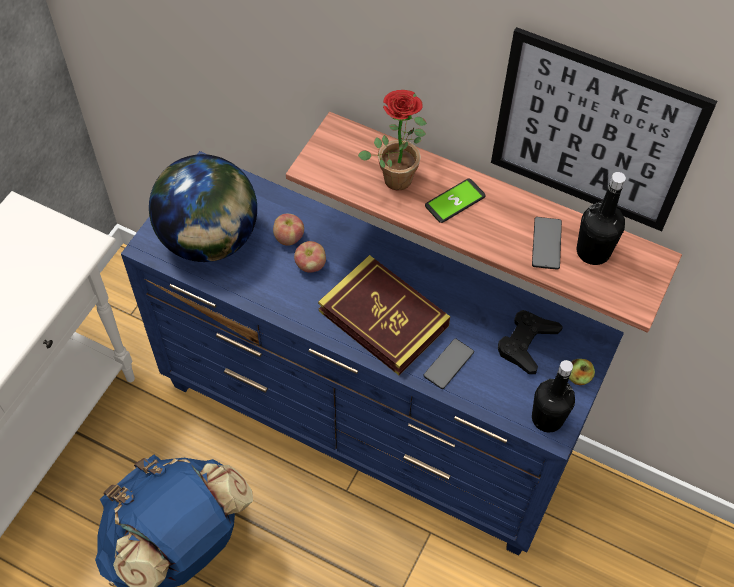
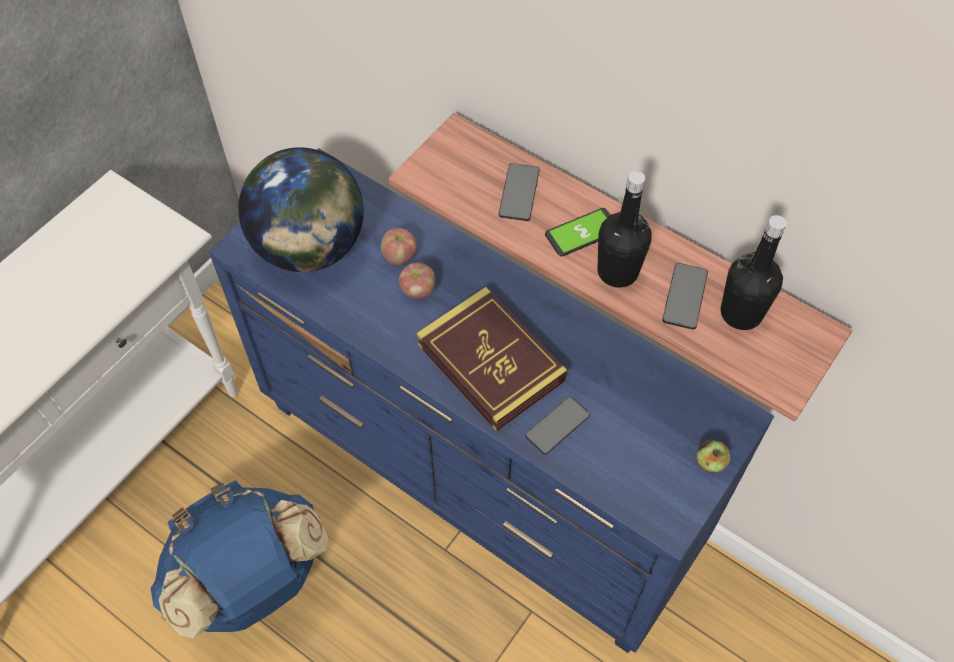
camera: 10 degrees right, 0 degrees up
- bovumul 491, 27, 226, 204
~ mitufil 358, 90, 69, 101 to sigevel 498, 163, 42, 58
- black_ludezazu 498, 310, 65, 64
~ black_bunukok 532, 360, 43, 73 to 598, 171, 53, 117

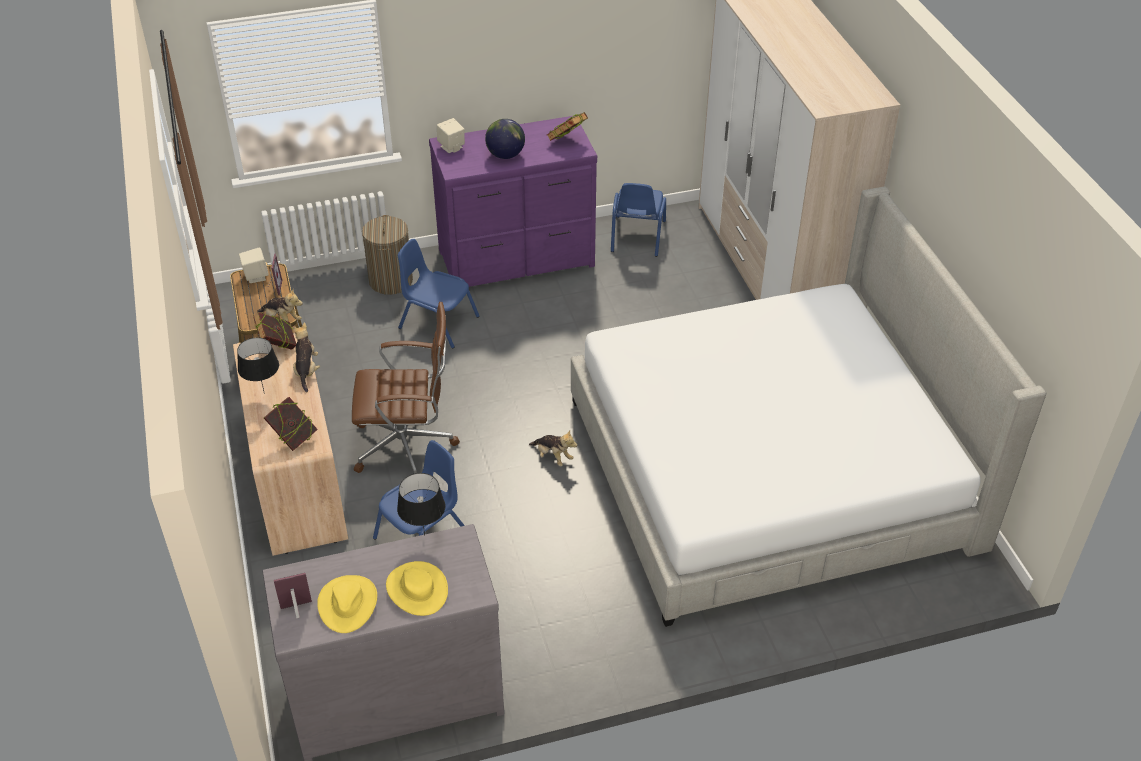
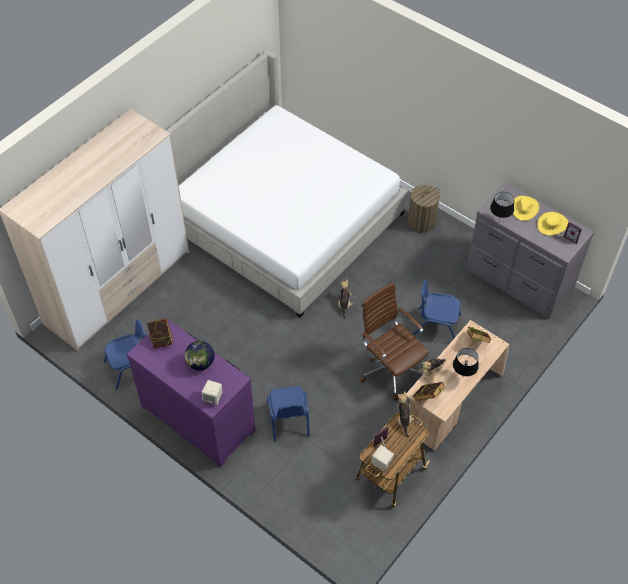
camera: 125 degrees left, 10 degrees up
~ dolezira 362, 215, 51, 80 to 408, 185, 32, 48

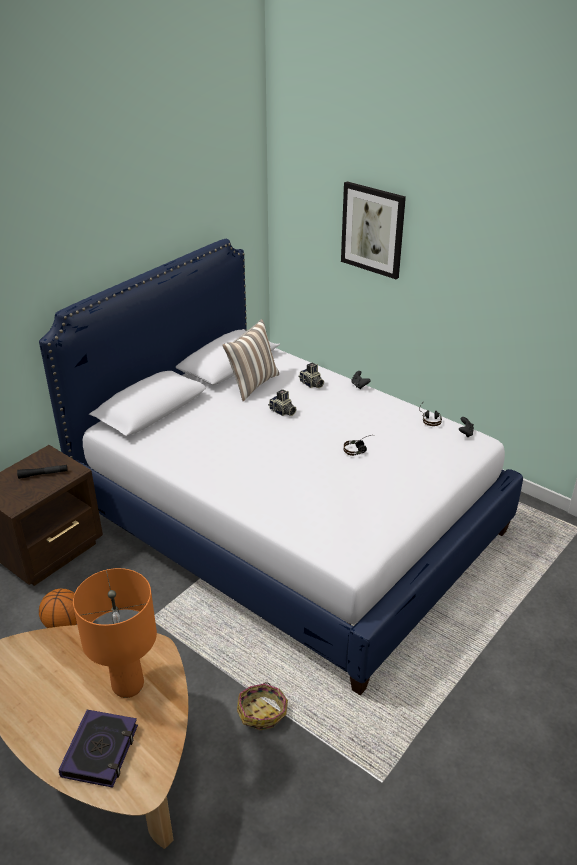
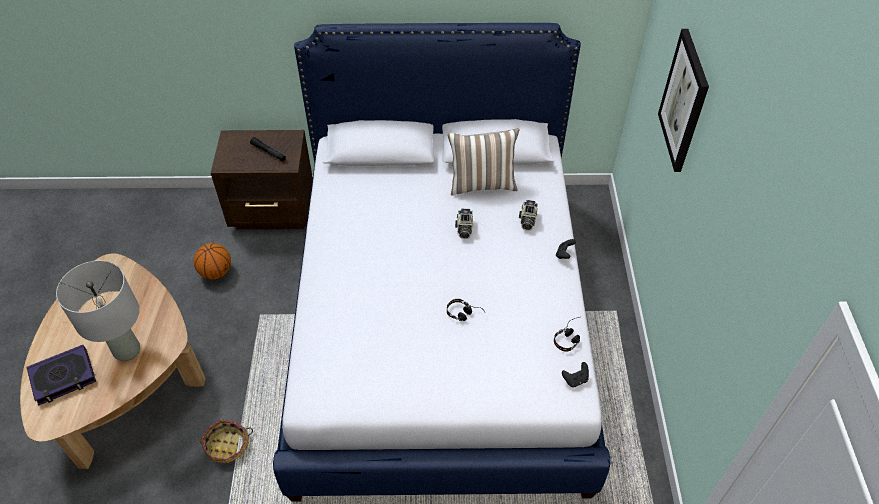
camera: 50 degrees right, 15 degrees up
~ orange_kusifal 73, 568, 84, 130 to grey_kusifal 56, 260, 84, 101

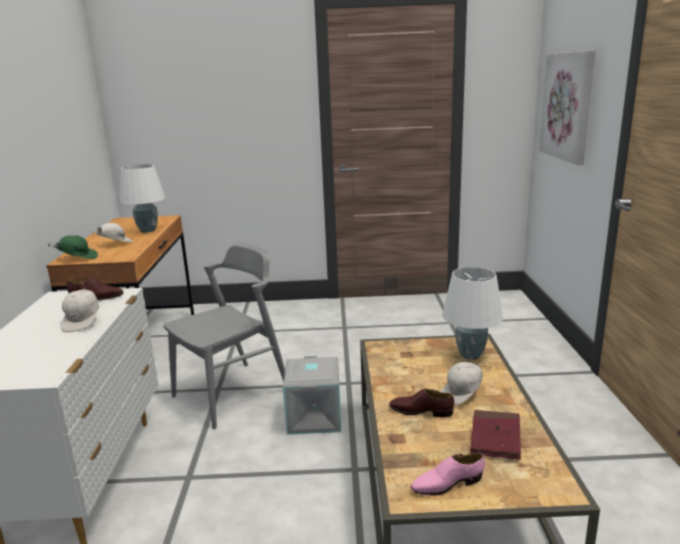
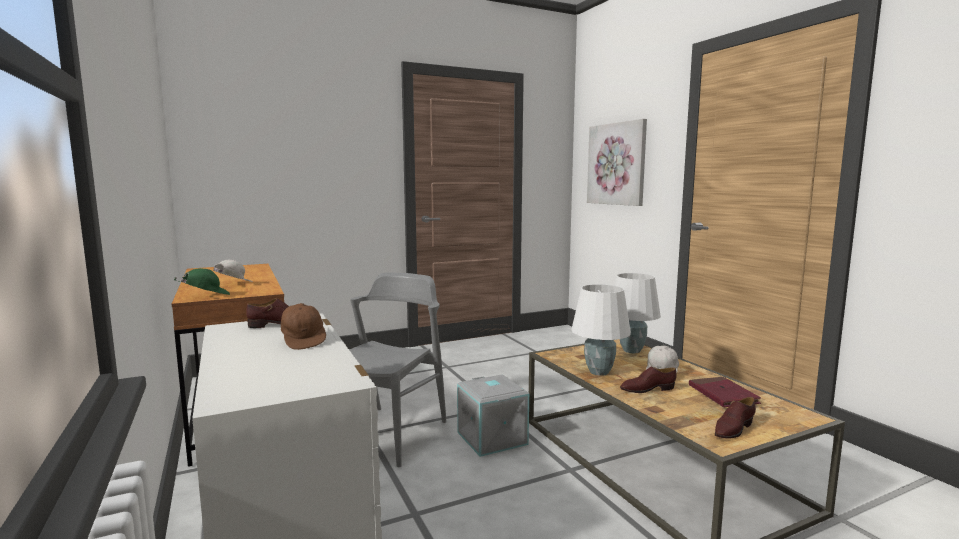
camera: 25 degrees left, 10 degrees down
~ white_kusifal 120, 164, 45, 69 to 571, 285, 60, 91
~ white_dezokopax 61, 288, 38, 44 to brown_dezokopax 281, 303, 45, 47
~ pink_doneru 411, 453, 74, 43 to brown_doneru 715, 397, 41, 42

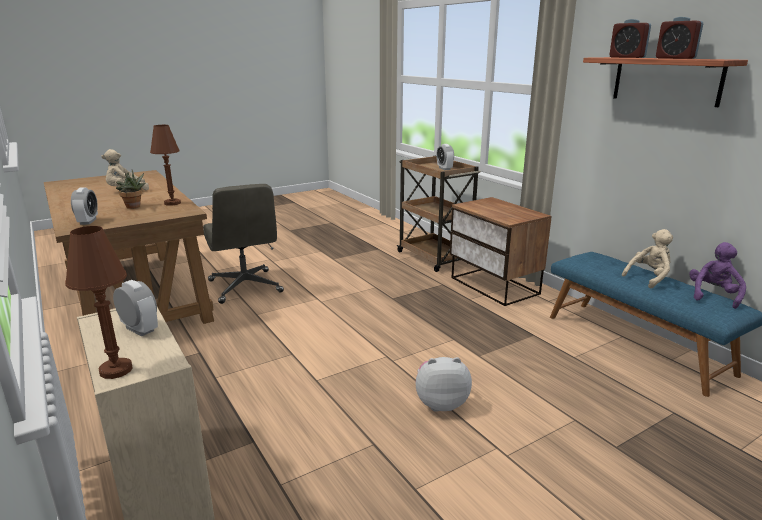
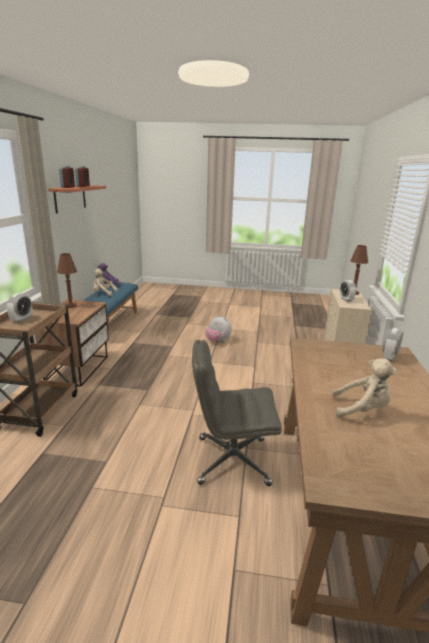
camera: 140 degrees left, 0 degrees up
~ brown_kusifal 150, 125, 31, 81 to 57, 253, 20, 55
- mitufil 116, 170, 30, 39
~ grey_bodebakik 203, 184, 81, 120 = 192, 340, 90, 146 105 degrees counterclockwise

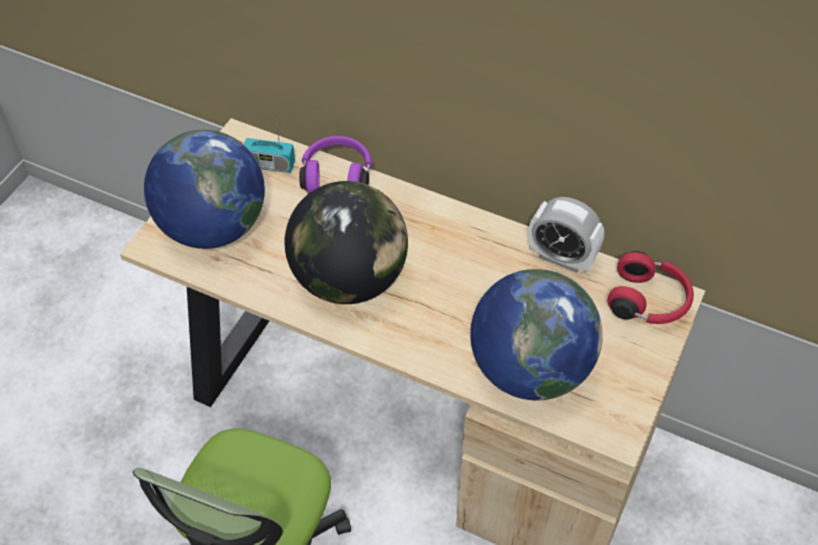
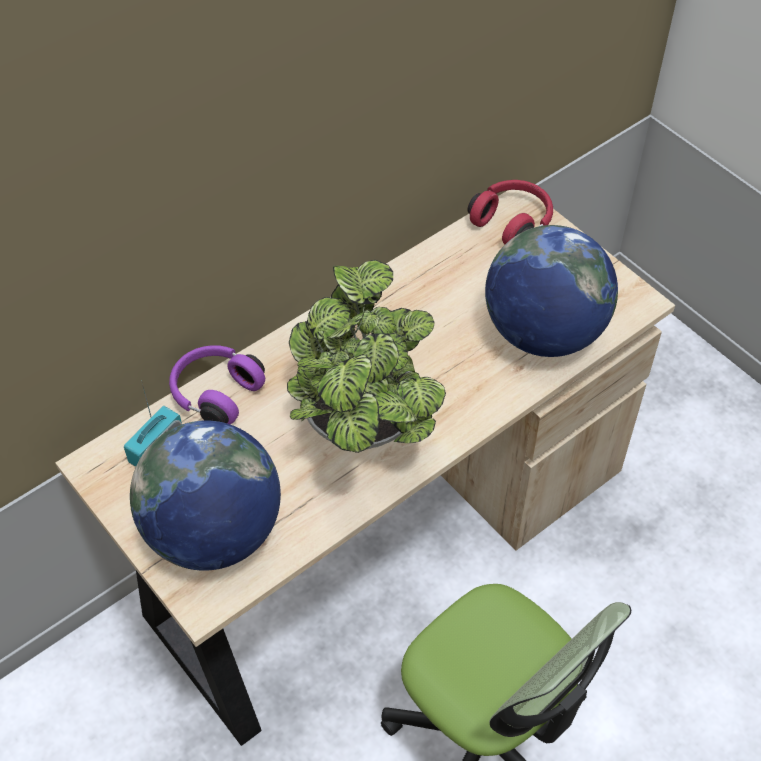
camera: 65 degrees left, 0 degrees up
~ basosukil 284, 181, 124, 123 to mitufil 287, 260, 159, 193
- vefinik 528, 197, 76, 76

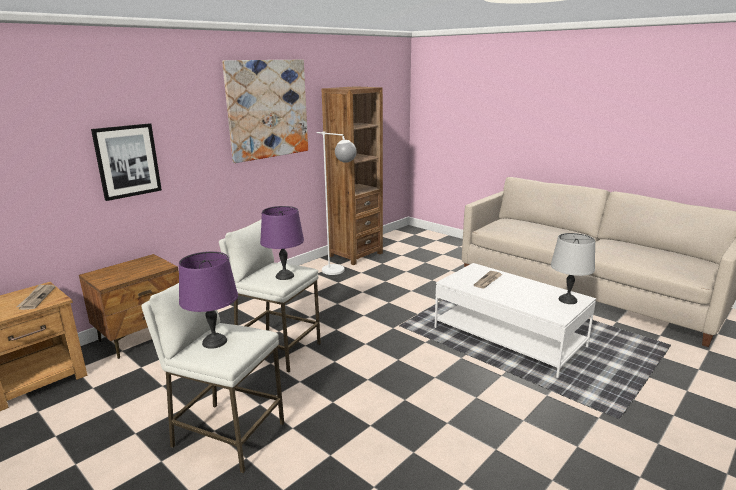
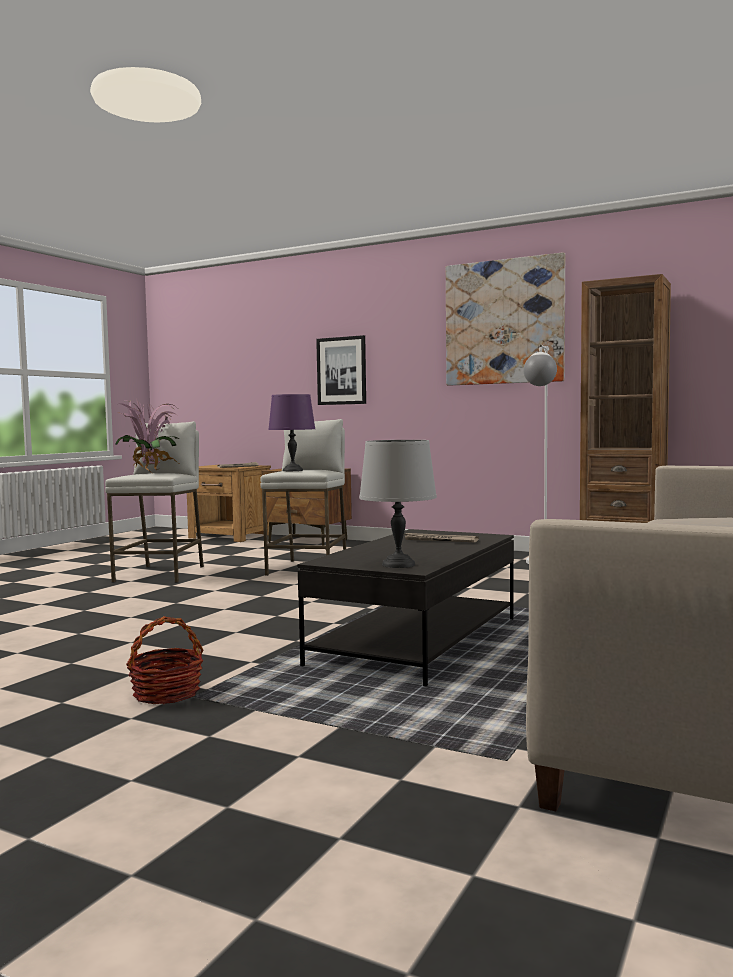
camera: 75 degrees right, 15 degrees down
~ purple_kusifal 179, 251, 59, 98 to mitufil 115, 398, 65, 75
~ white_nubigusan 434, 263, 162, 115 to black_nubigusan 297, 529, 217, 157
+ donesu 126, 616, 78, 88

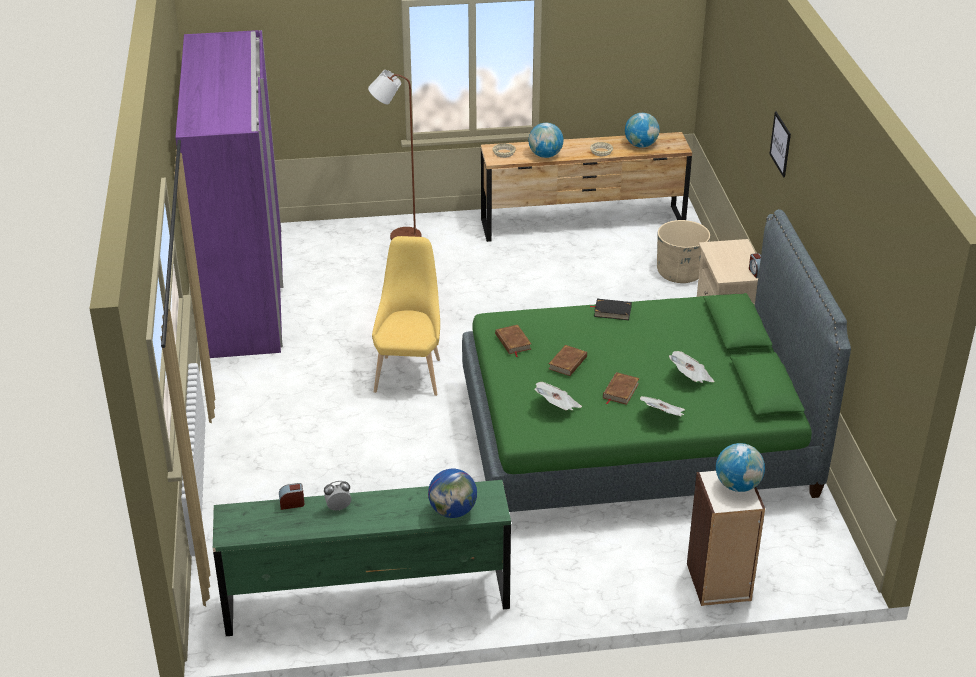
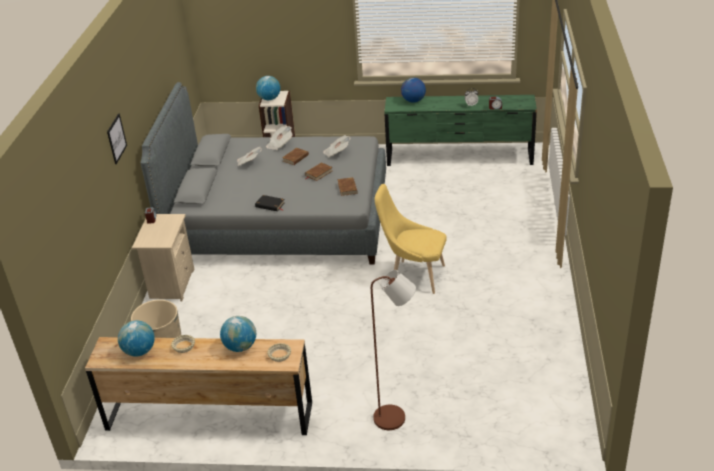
camera: 165 degrees left, 0 degrees up
- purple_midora 175, 30, 109, 328
~ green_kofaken 462, 209, 389, 303 to grey_kofaken 141, 82, 245, 182
~ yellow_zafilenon 372, 236, 68, 160 = 375, 184, 72, 110 90 degrees clockwise

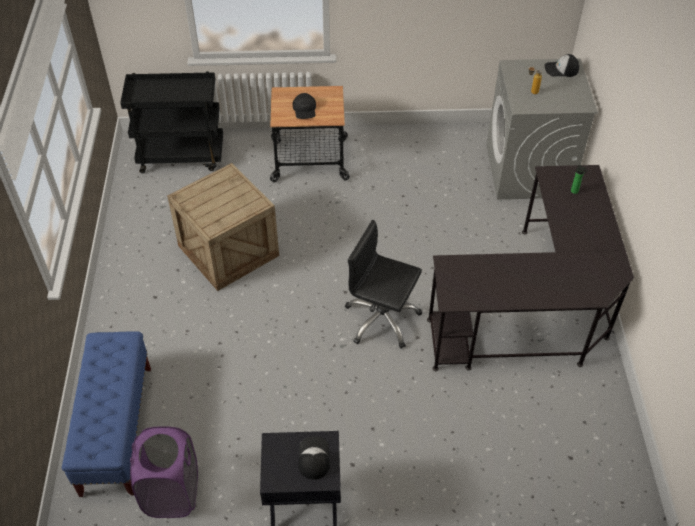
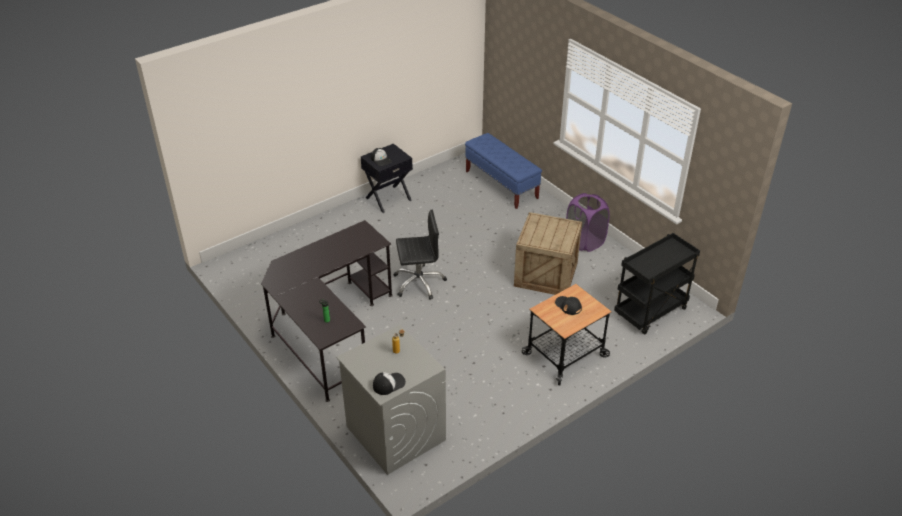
camera: 145 degrees right, 10 degrees down
~ purple_dolezira 130, 426, 68, 92 to 566, 193, 44, 59

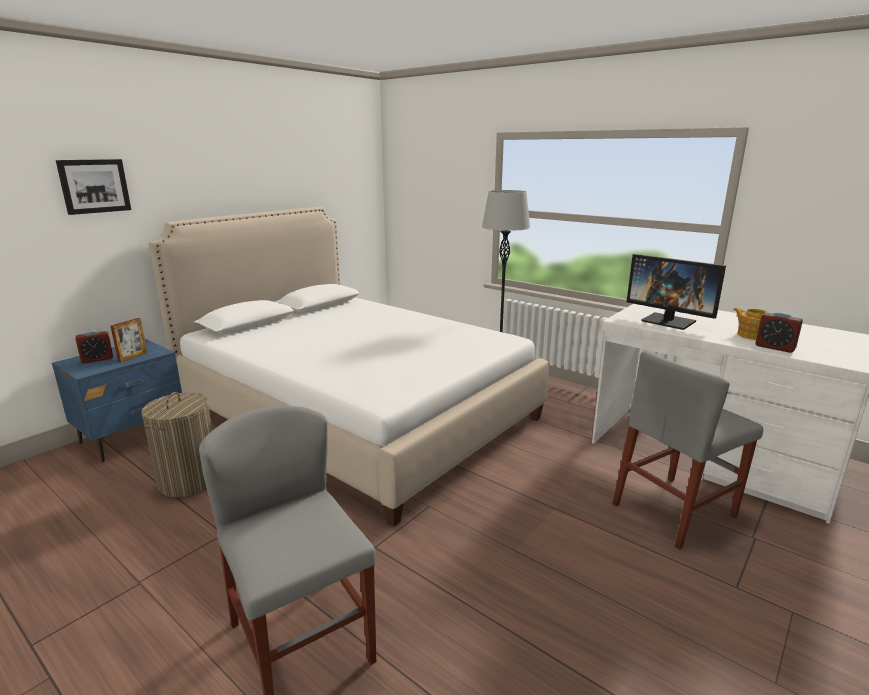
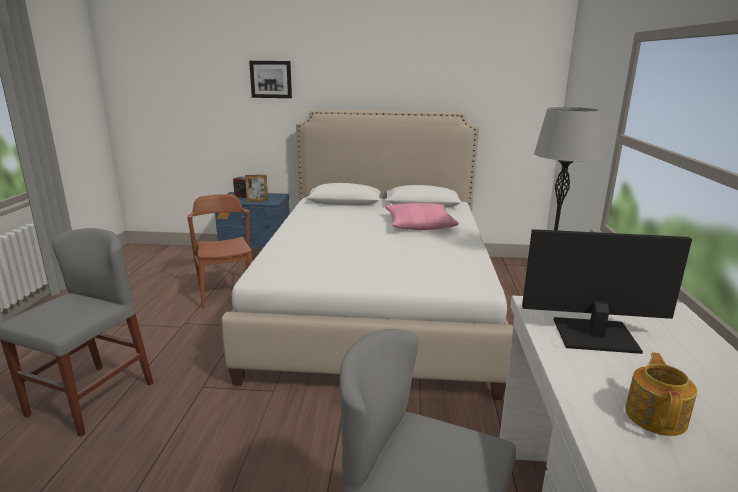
camera: 55 degrees right, 0 degrees up
~ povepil 627, 254, 99, 76 = 522, 229, 170, 125 90 degrees clockwise
- vefinik 755, 312, 48, 41
~ dolezira 141, 392, 71, 105 to brown_zafilenon 187, 194, 66, 115
+ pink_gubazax 385, 203, 74, 27

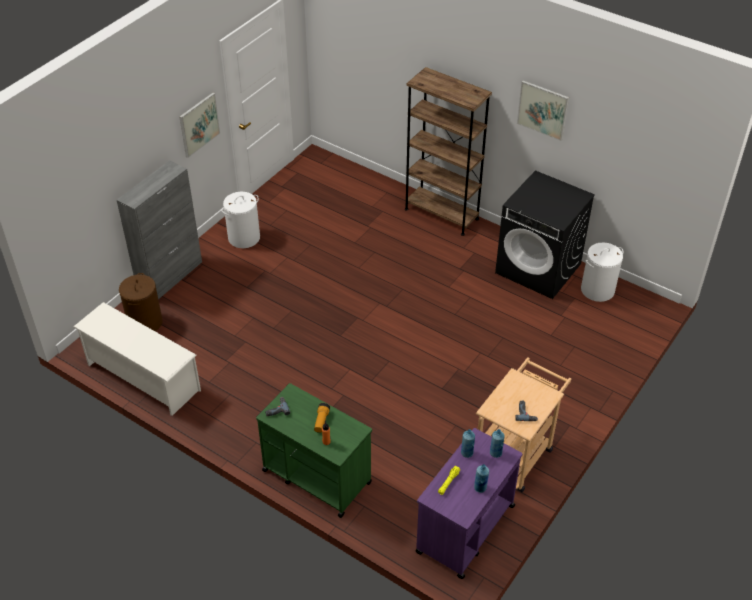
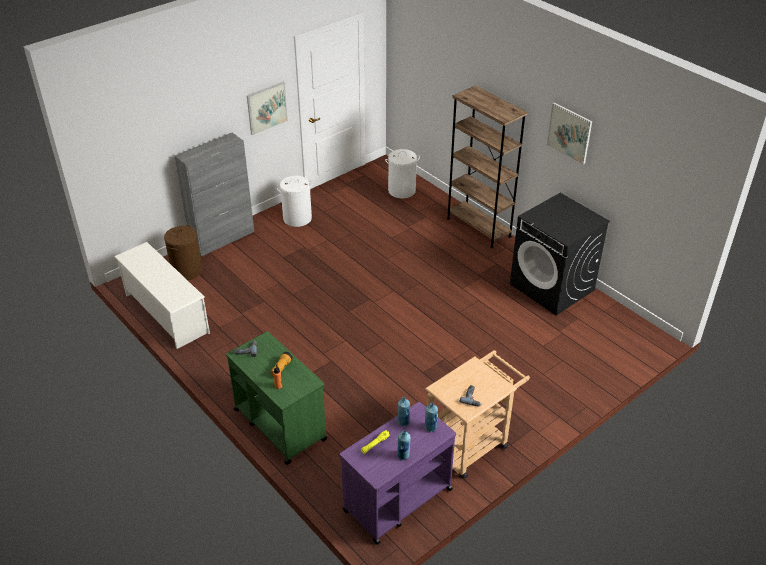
camera: 15 degrees right, 5 degrees down
~ white_dolezira 581, 243, 42, 59 to 385, 149, 35, 49

